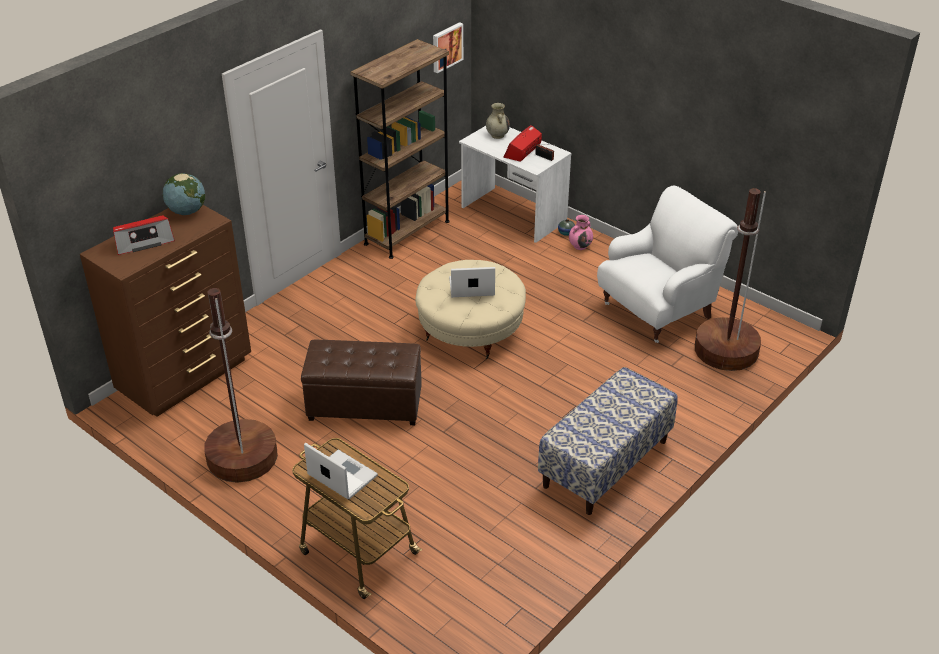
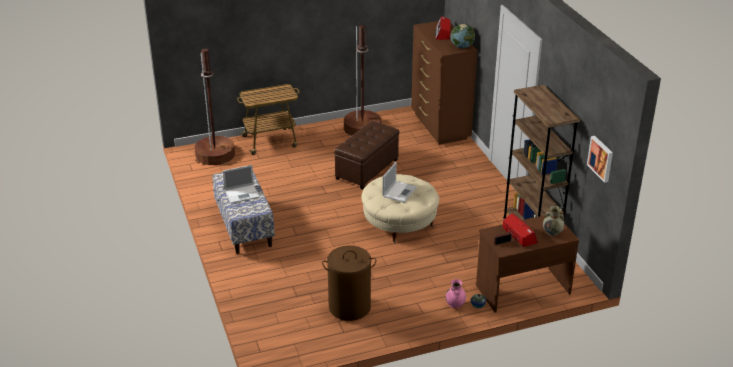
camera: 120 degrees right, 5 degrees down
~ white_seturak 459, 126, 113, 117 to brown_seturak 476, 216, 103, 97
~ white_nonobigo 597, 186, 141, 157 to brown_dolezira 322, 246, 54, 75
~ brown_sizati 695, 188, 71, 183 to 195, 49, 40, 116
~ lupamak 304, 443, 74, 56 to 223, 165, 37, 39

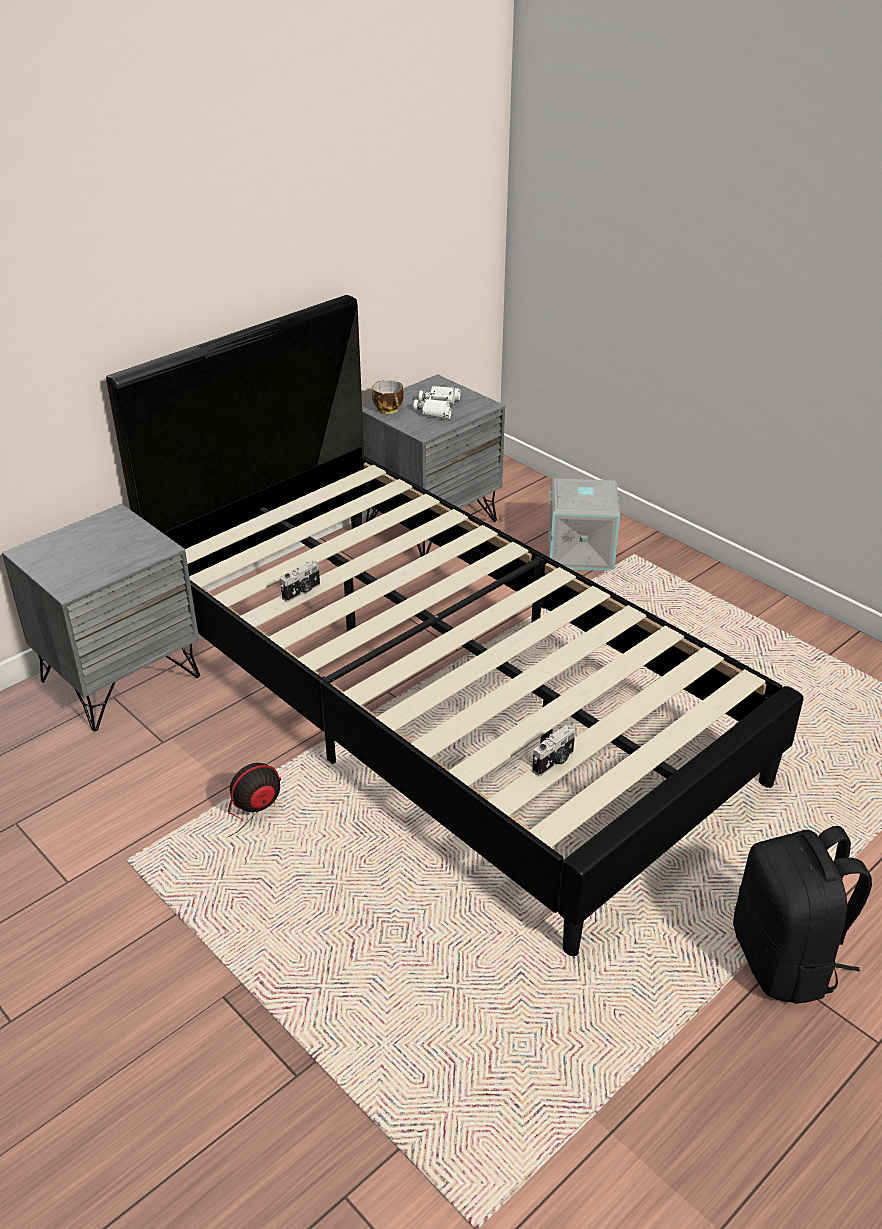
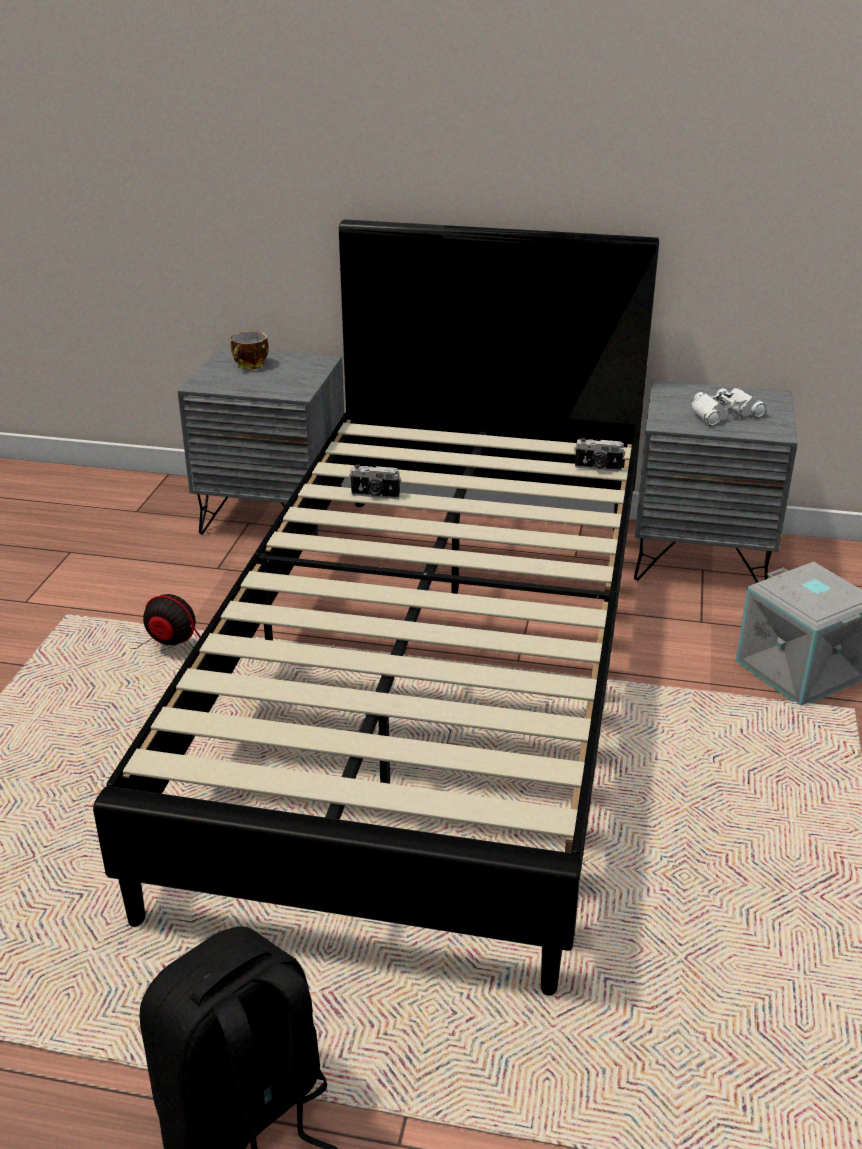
camera: 55 degrees right, 5 degrees down
~ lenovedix 372, 380, 32, 34 to 231, 331, 38, 38
~ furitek 532, 725, 43, 51 to 574, 437, 51, 34

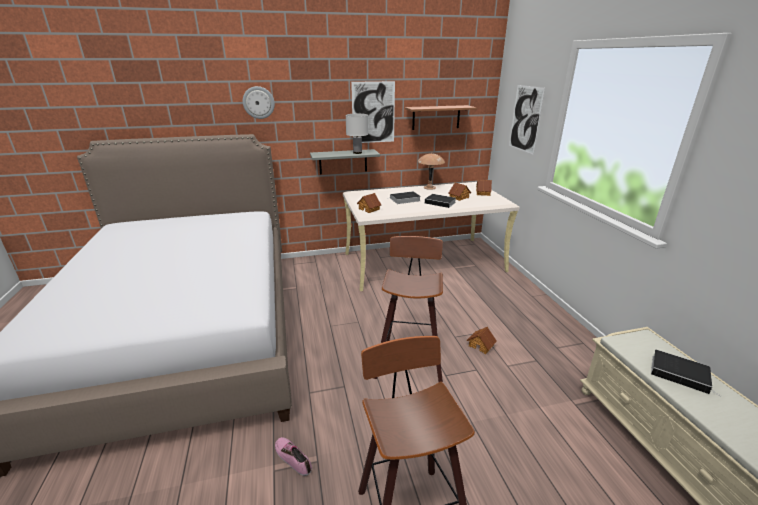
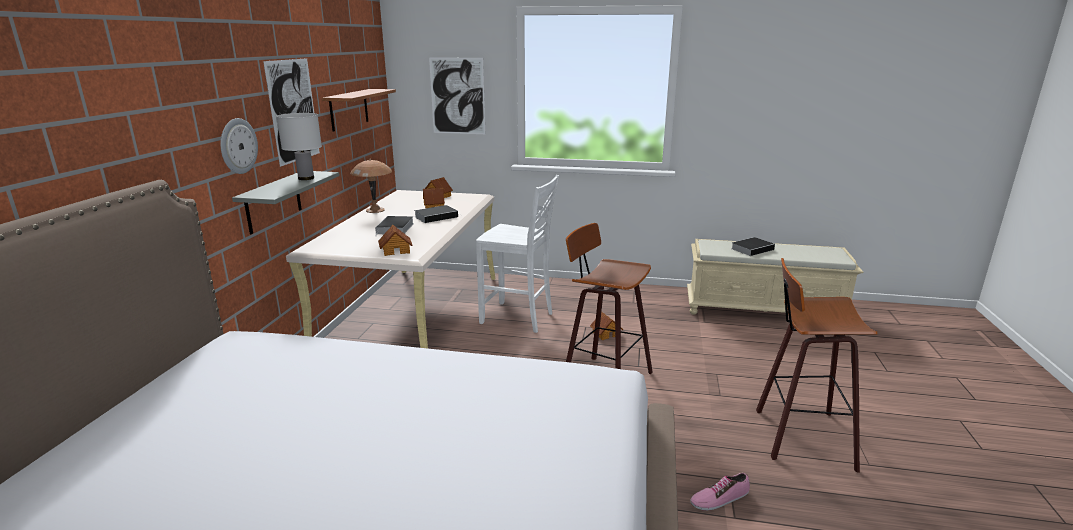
camera: 65 degrees left, 5 degrees down
~ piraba 243, 86, 32, 33 to 220, 118, 38, 56
+ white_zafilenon 476, 175, 83, 158

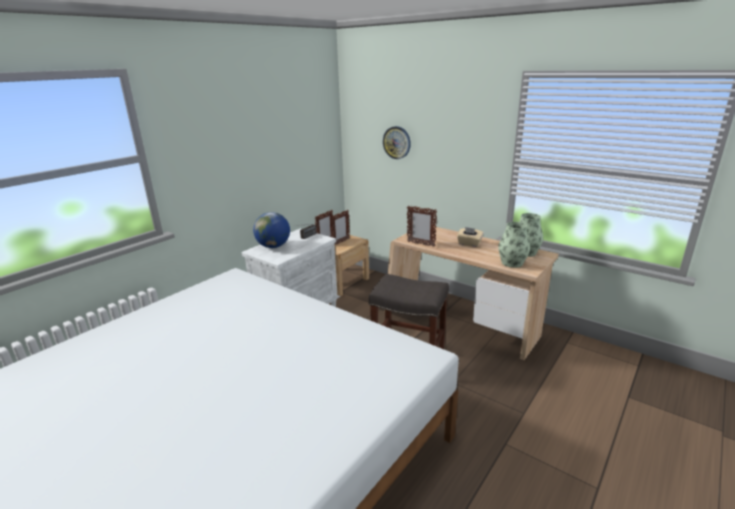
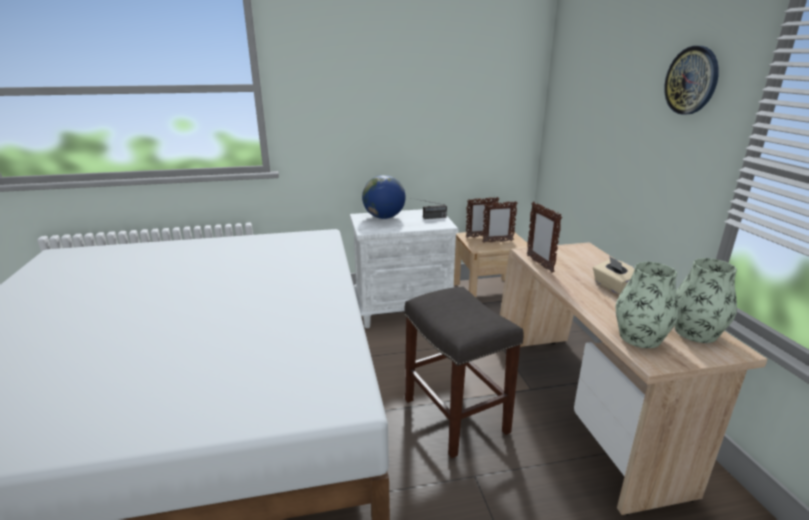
camera: 40 degrees right, 0 degrees up
~ piraba 383, 126, 28, 33 to 664, 46, 55, 69

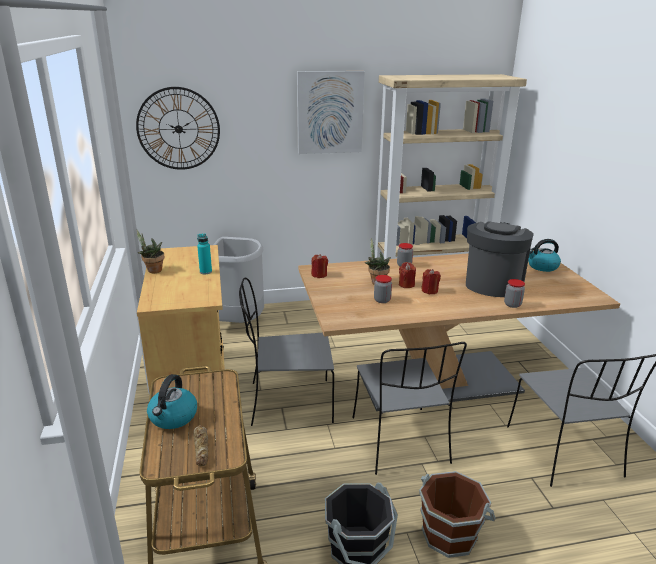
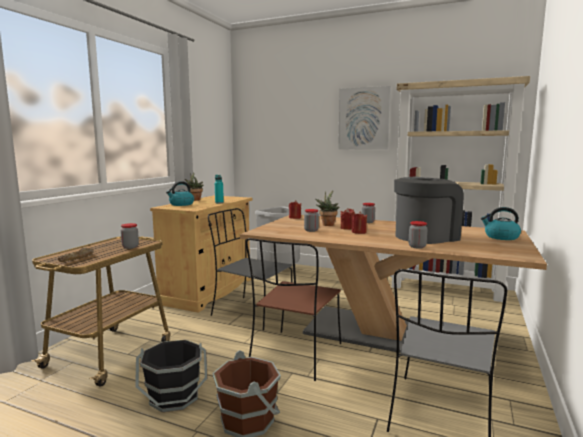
camera: 35 degrees right, 15 degrees down
- piraba 136, 87, 84, 83
~ grey_zafilenon 353, 342, 114, 133 to brown_zafilenon 246, 238, 95, 143
~ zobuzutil 147, 374, 50, 55 to 166, 181, 28, 25
+ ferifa 121, 223, 18, 26

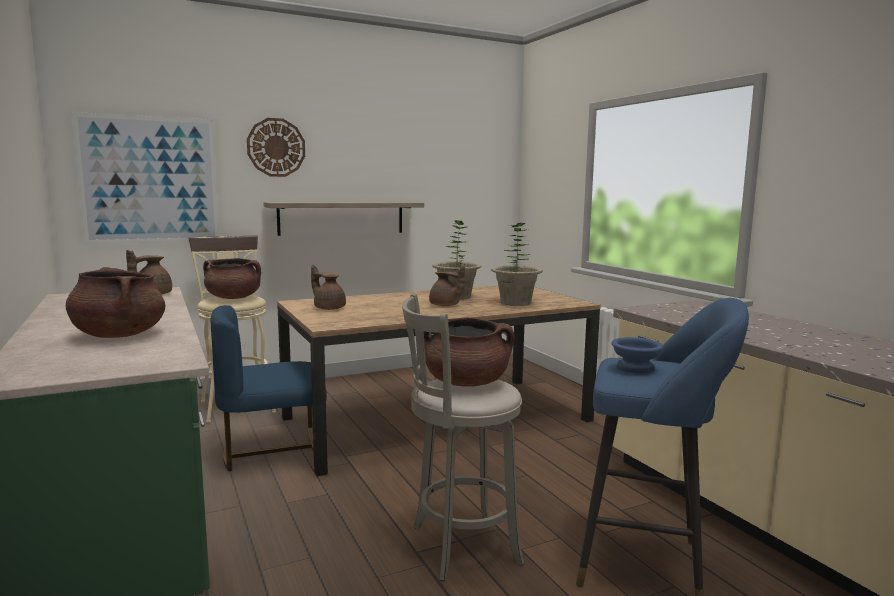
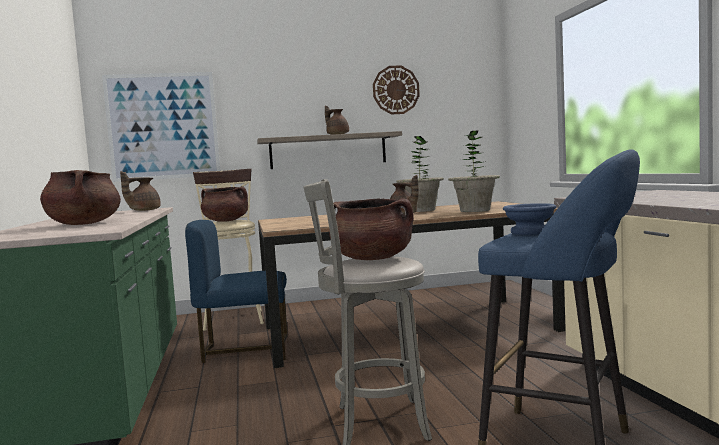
camera: 15 degrees right, 5 degrees down
~ piraba 247, 118, 58, 59 to 373, 65, 47, 49
~ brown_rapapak 311, 265, 35, 45 to 325, 105, 24, 30

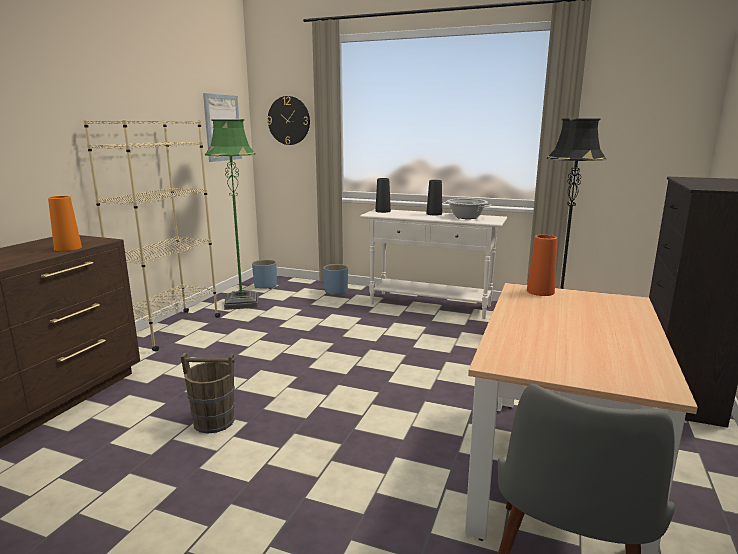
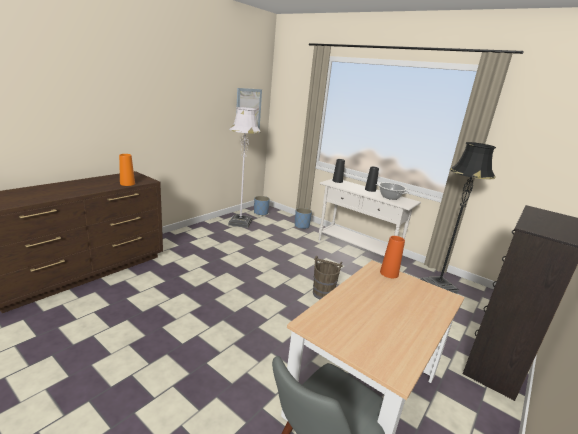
camera: 15 degrees right, 5 degrees up
- piraba 267, 96, 43, 49
~ green_sizati 205, 119, 53, 191 to white_sizati 228, 107, 33, 121
- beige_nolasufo 83, 120, 138, 232
~ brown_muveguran 181, 353, 54, 81 to 313, 256, 30, 43

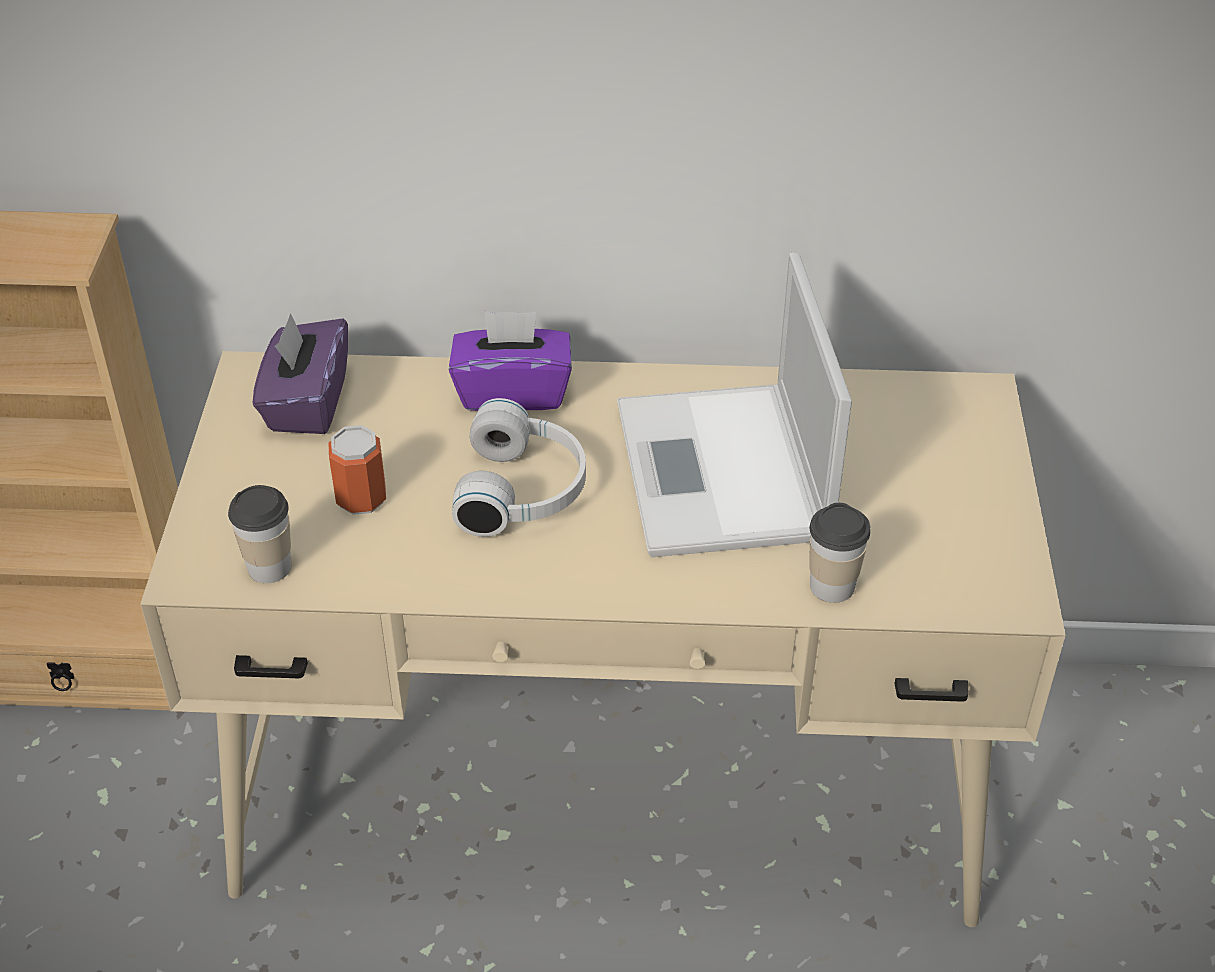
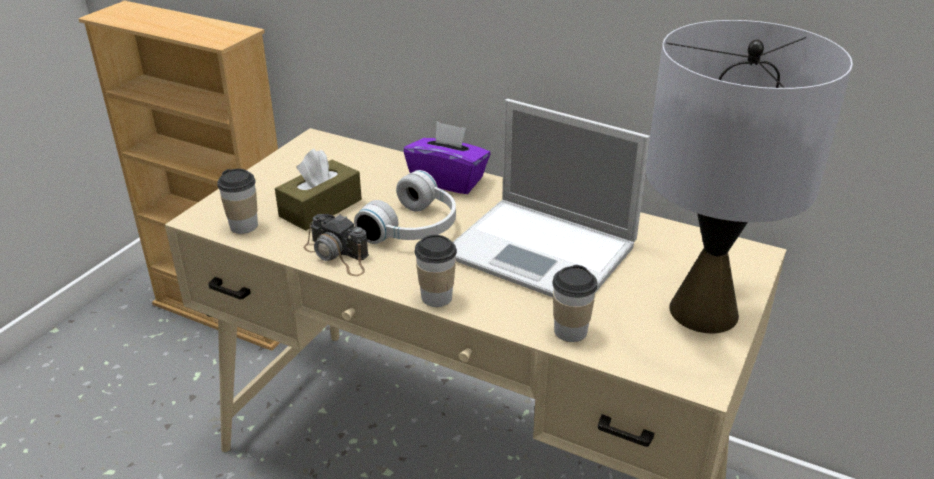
camera: 25 degrees right, 10 degrees down
~ lupamak 617, 252, 235, 305 = 453, 99, 197, 198 75 degrees counterclockwise
- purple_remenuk 253, 313, 95, 121
~ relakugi 329, 425, 57, 90 to brown_remenuk 275, 149, 87, 82
+ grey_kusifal 646, 20, 207, 313
+ furitek 303, 214, 66, 62
+ lenovedix 415, 235, 42, 72

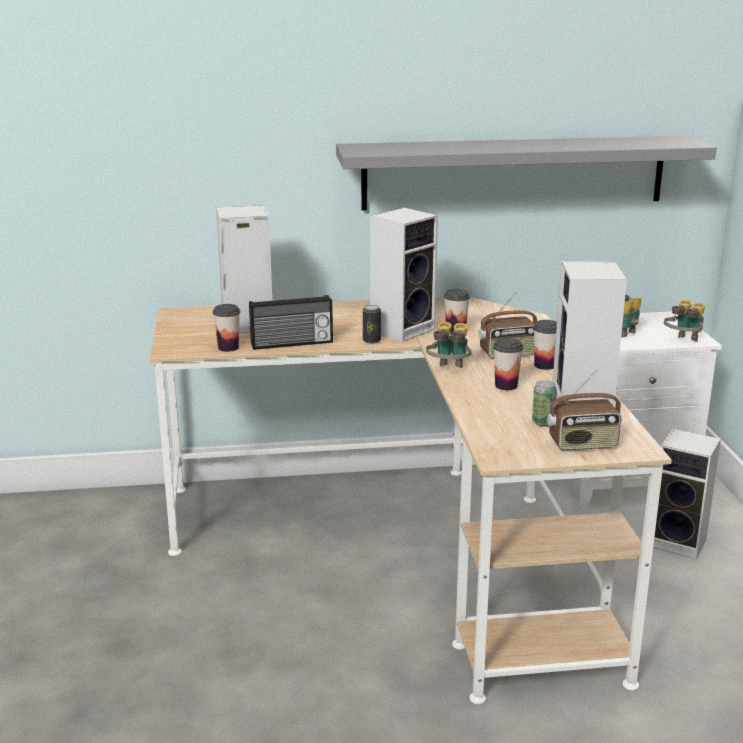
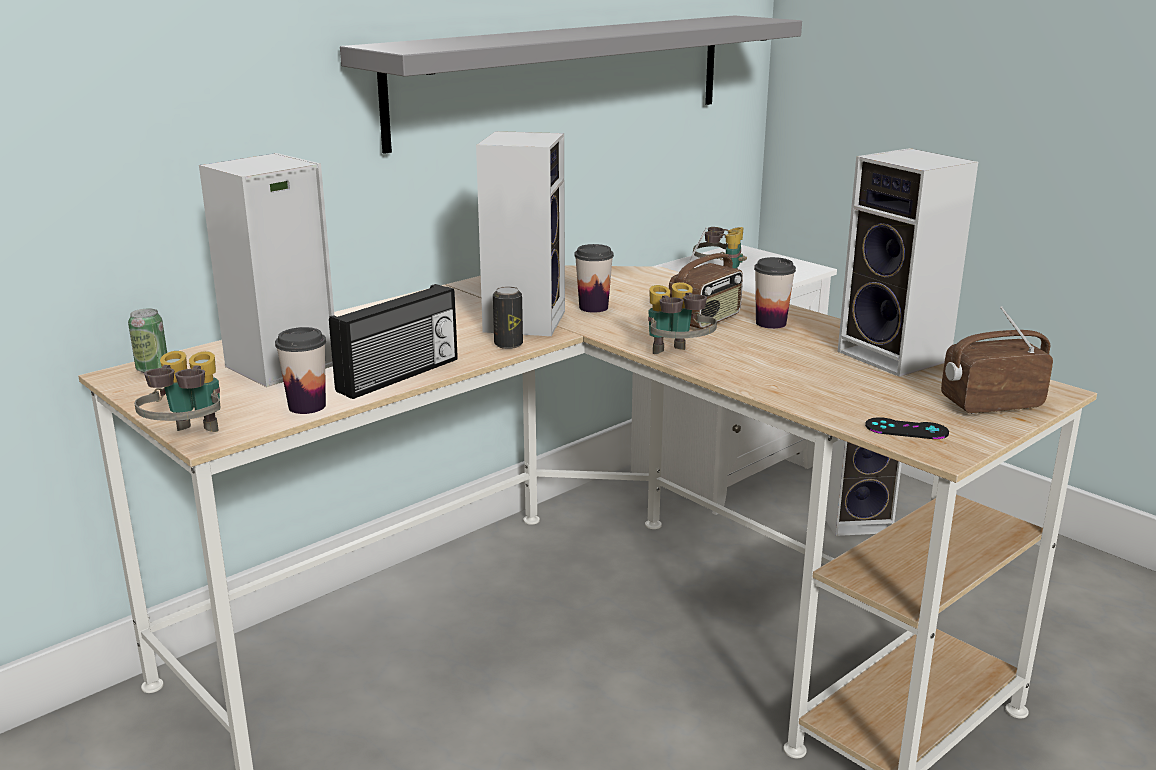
camera: 35 degrees left, 0 degrees up
~ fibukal 664, 300, 41, 42 to 135, 351, 86, 81
- lenovedix 493, 338, 30, 52
~ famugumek 547, 370, 75, 80 = 941, 306, 112, 108 150 degrees counterclockwise
~ relakugi 532, 380, 25, 46 to 128, 308, 39, 65
+ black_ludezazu 865, 417, 84, 22

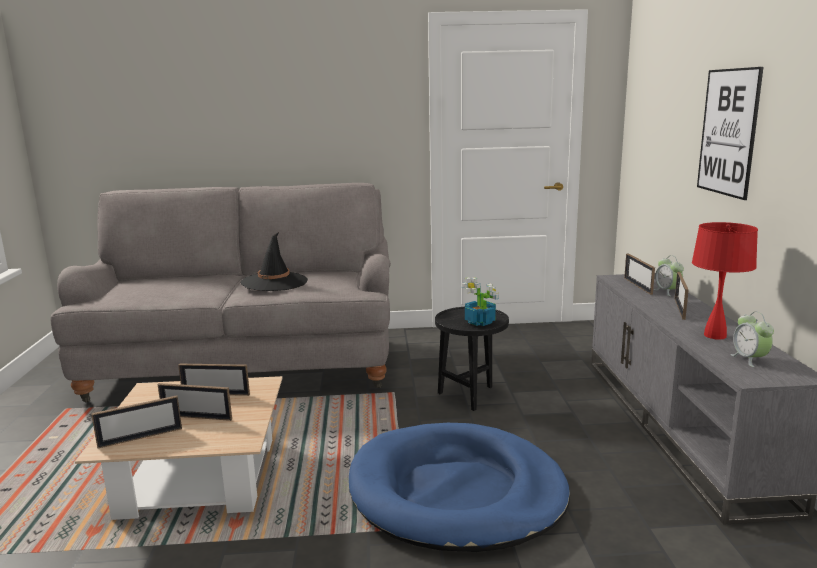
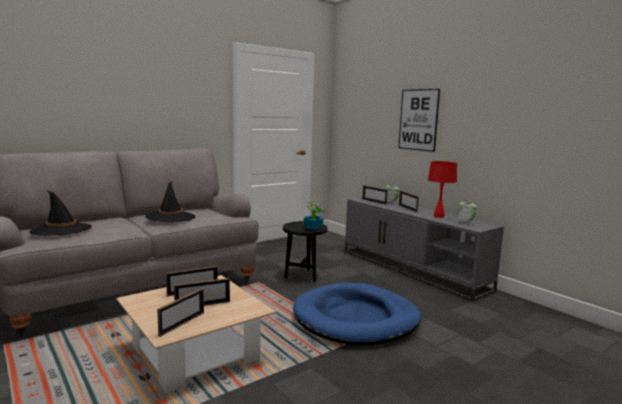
camera: 35 degrees left, 5 degrees down
+ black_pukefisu 29, 190, 63, 46

